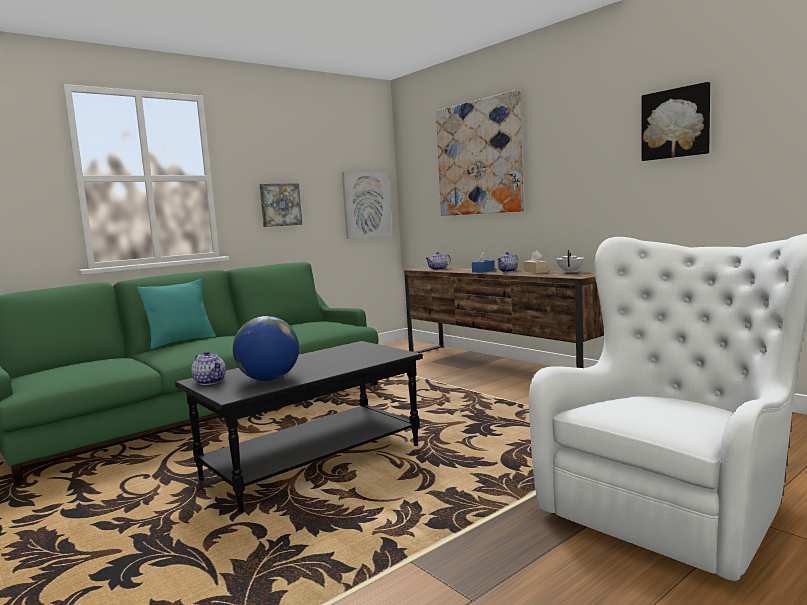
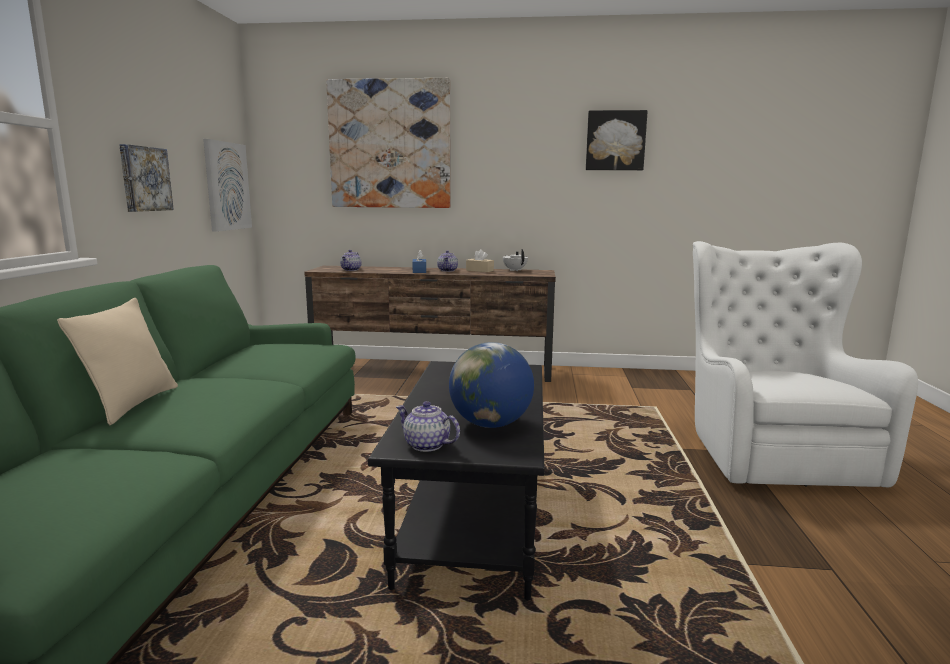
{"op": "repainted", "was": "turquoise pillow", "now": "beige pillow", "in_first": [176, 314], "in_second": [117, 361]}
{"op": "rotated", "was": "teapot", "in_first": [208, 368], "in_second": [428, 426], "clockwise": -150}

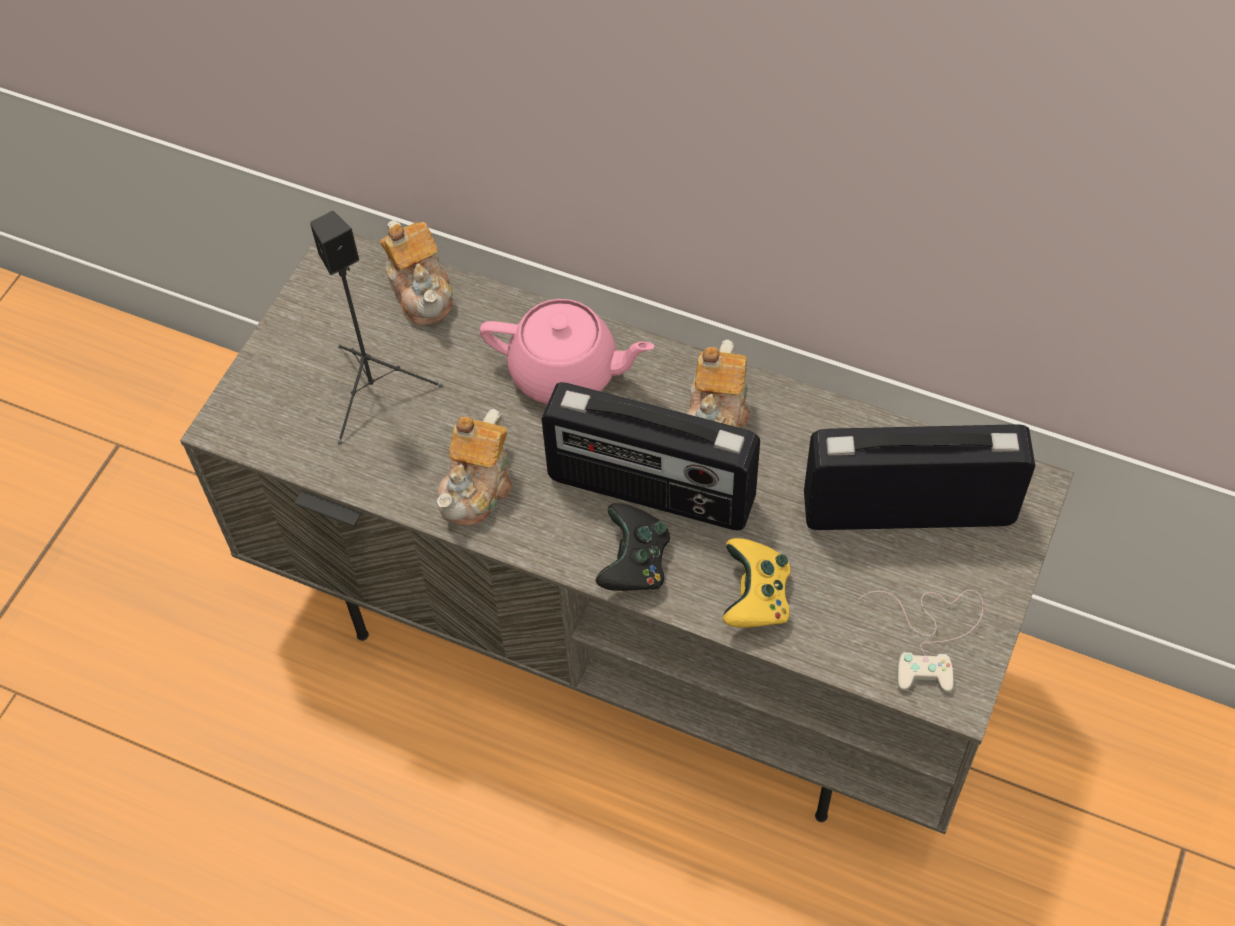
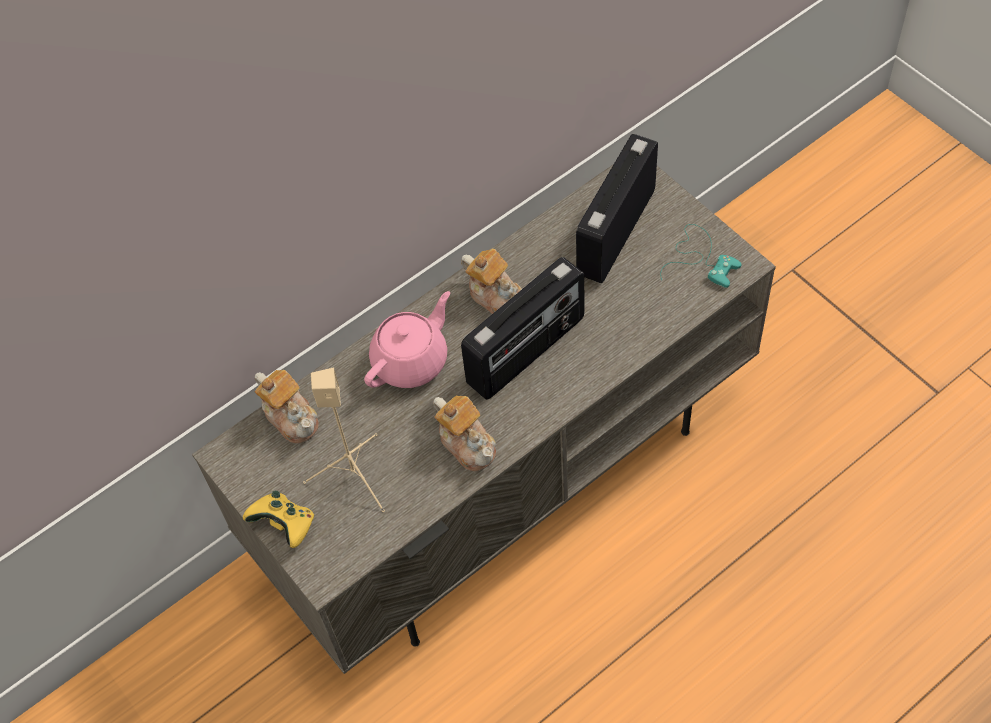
{"op": "repainted", "was": "black speaker", "now": "beige speaker", "in_first": [376, 328], "in_second": [344, 440]}
{"op": "rotated", "was": "teapot", "in_first": [416, 273], "in_second": [286, 407], "clockwise": 45}
{"op": "gone", "was": "black game controller", "in_first": [633, 547]}
{"op": "shifted", "was": "yellow game controller", "in_first": [757, 583], "in_second": [278, 519]}
{"op": "repainted", "was": "white game controller", "now": "turquoise game controller", "in_first": [920, 641], "in_second": [701, 256]}

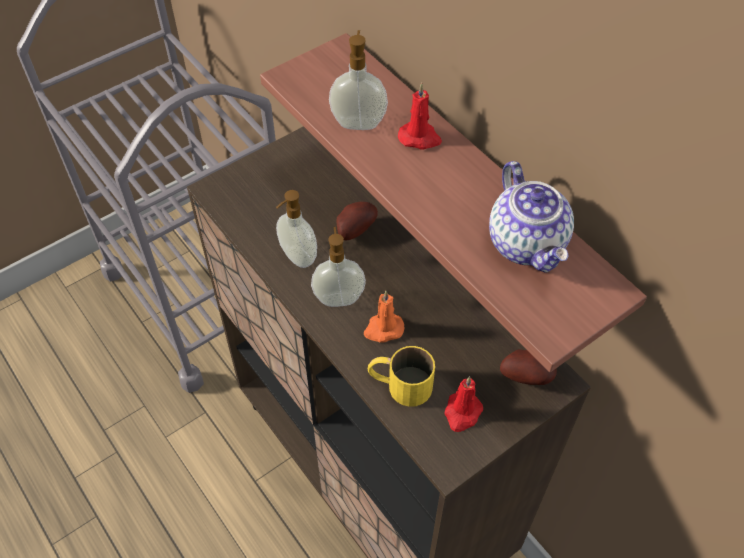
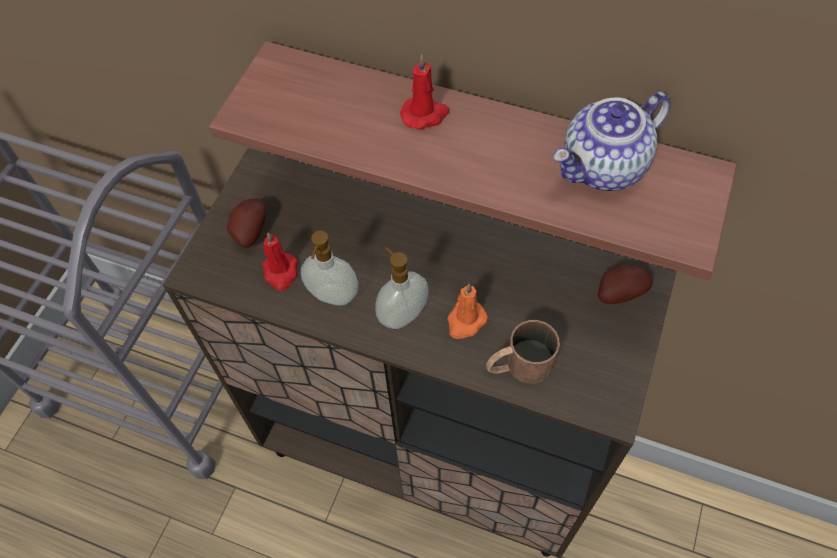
{"op": "gone", "was": "soap dispenser", "in_first": [358, 80]}
{"op": "rotated", "was": "teapot", "in_first": [531, 216], "in_second": [612, 141], "clockwise": 105}
{"op": "shifted", "was": "potato", "in_first": [357, 220], "in_second": [247, 223]}
{"op": "repainted", "was": "yellow mug", "now": "brown mug", "in_first": [401, 376], "in_second": [523, 351]}
{"op": "shifted", "was": "red candle", "in_first": [463, 404], "in_second": [280, 261]}

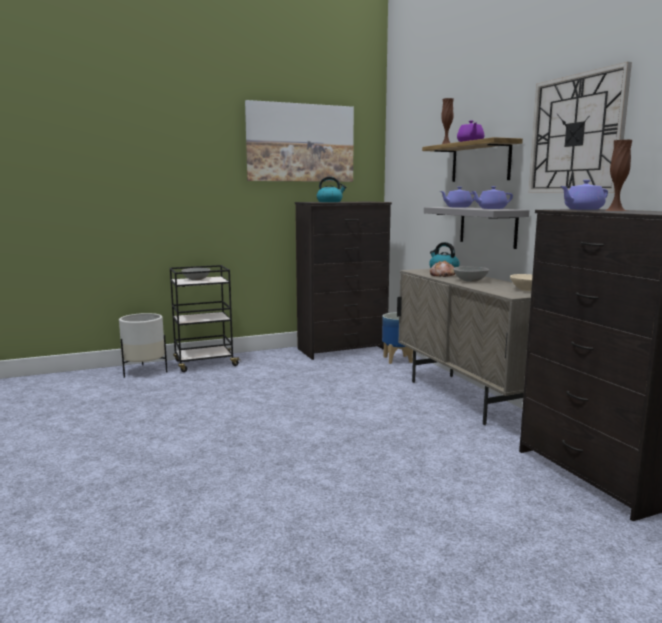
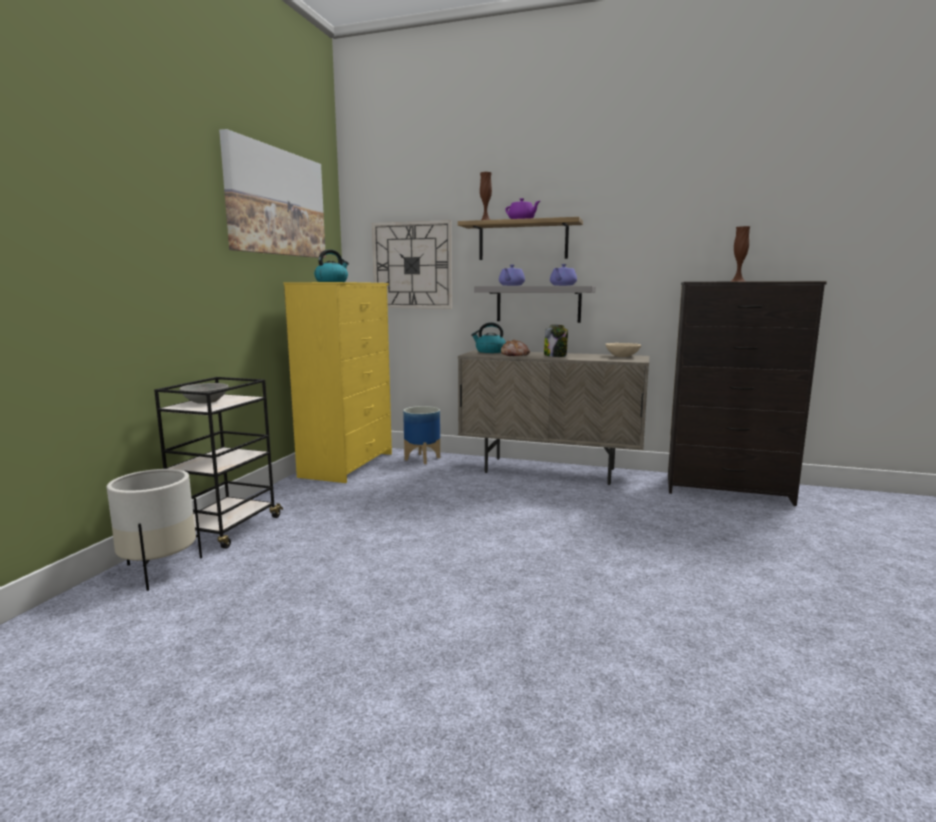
{"op": "shifted", "was": "wall clock", "in_first": [580, 127], "in_second": [412, 264]}
{"op": "gone", "was": "purple teapot", "in_first": [584, 195]}
{"op": "repainted", "was": "black dresser", "now": "yellow dresser", "in_first": [343, 281], "in_second": [337, 382]}
{"op": "swapped", "was": "grey bowl", "now": "jar", "in_first": [471, 274], "in_second": [556, 341]}

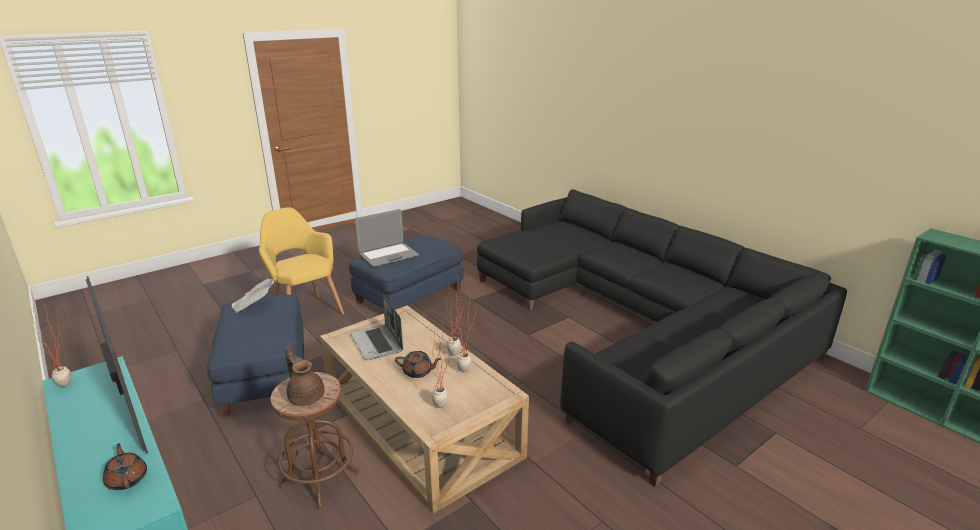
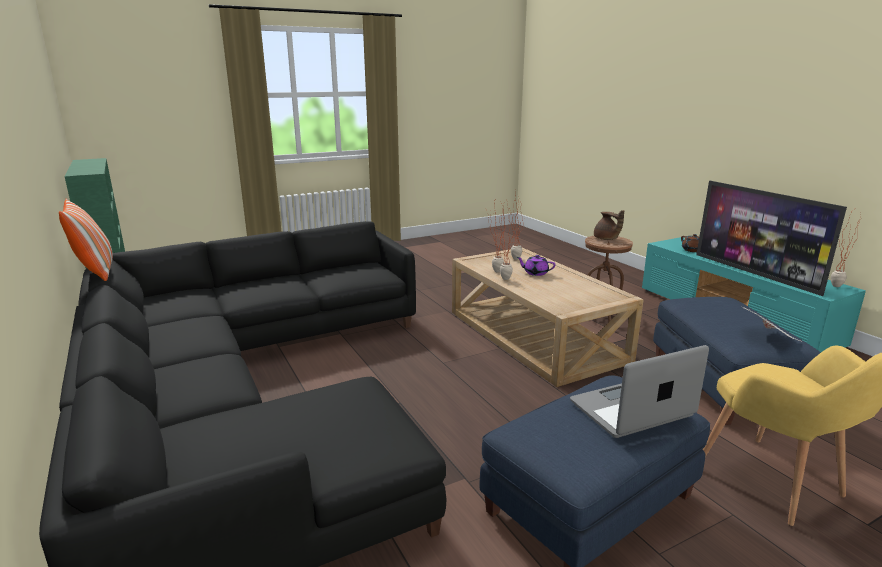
{"op": "gone", "was": "laptop", "in_first": [377, 327]}
{"op": "repainted", "was": "brown teapot", "now": "purple teapot", "in_first": [418, 364], "in_second": [536, 265]}
{"op": "new", "now": "pillow", "in_second": [86, 240]}

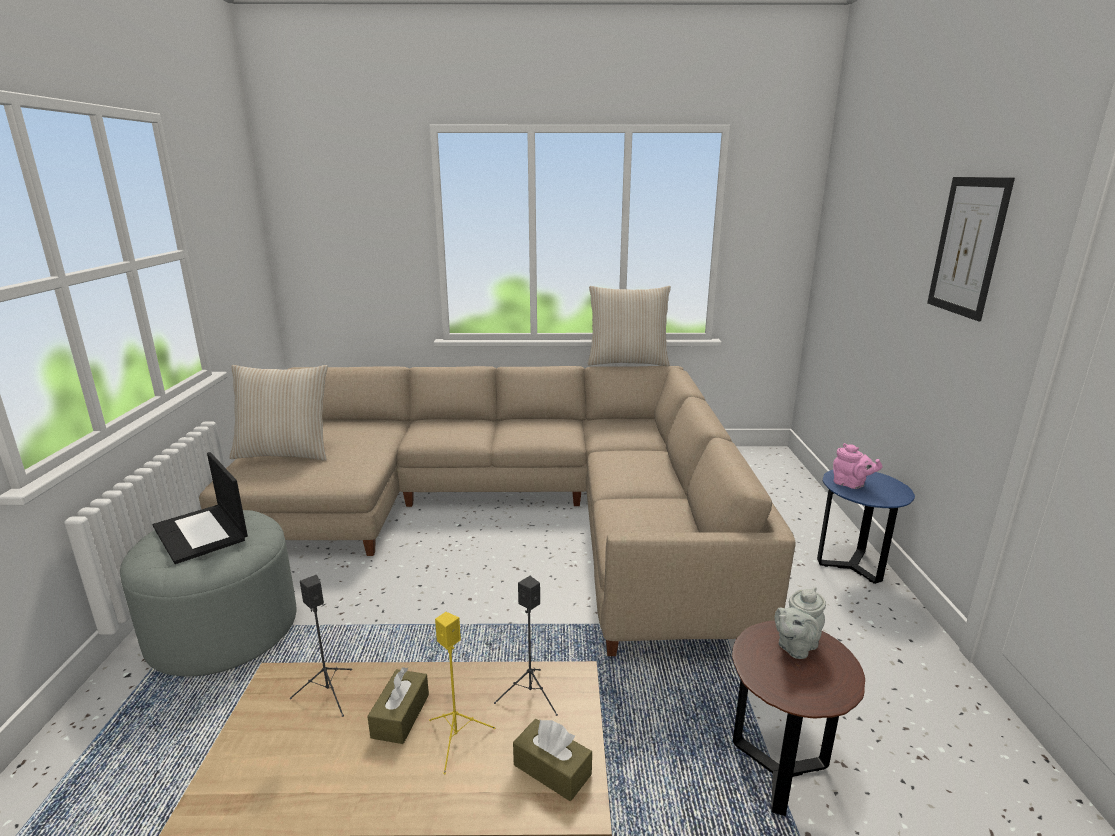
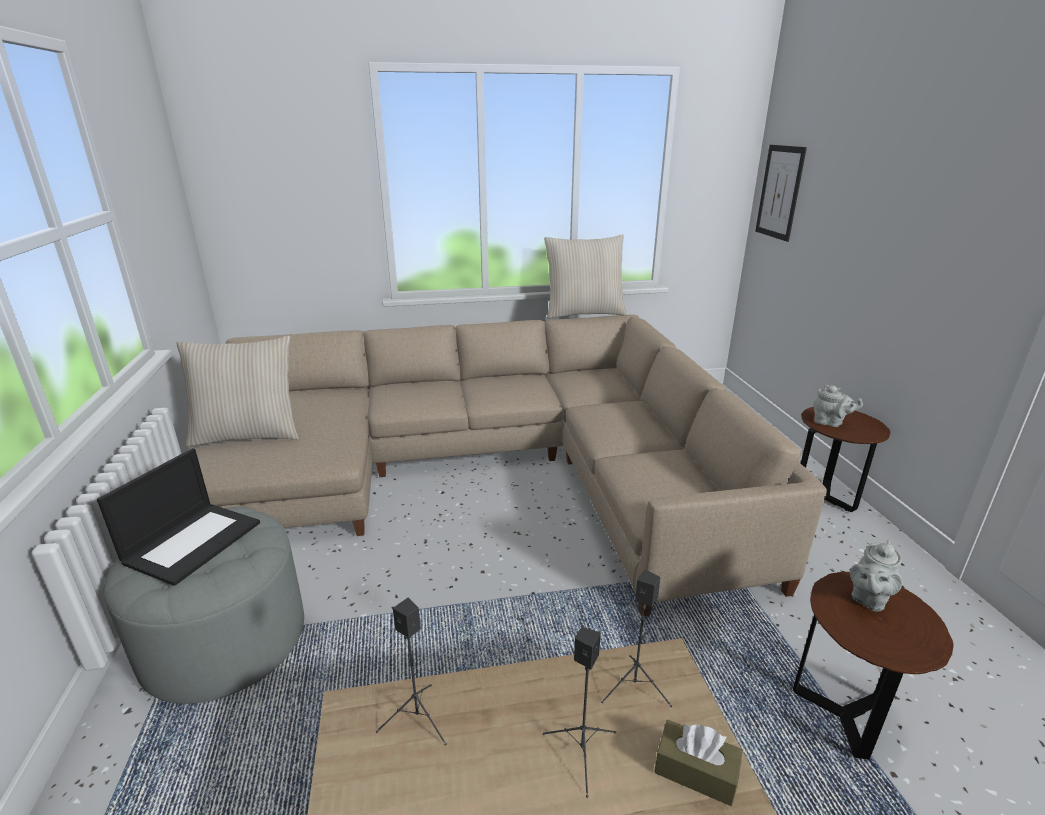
{"op": "shifted", "was": "picture", "in_first": [971, 249], "in_second": [781, 193]}
{"op": "repainted", "was": "pink teapot", "now": "grey teapot", "in_first": [857, 466], "in_second": [838, 406]}
{"op": "rotated", "was": "laptop", "in_first": [200, 508], "in_second": [178, 517], "clockwise": -105}
{"op": "repainted", "was": "blue side table", "now": "brown side table", "in_first": [866, 527], "in_second": [845, 459]}
{"op": "repainted", "was": "yellow speaker", "now": "black speaker", "in_first": [462, 693], "in_second": [579, 712]}
{"op": "gone", "was": "brown tissue box", "in_first": [398, 705]}

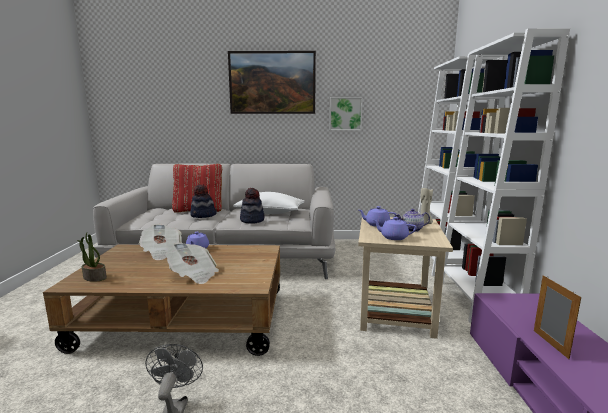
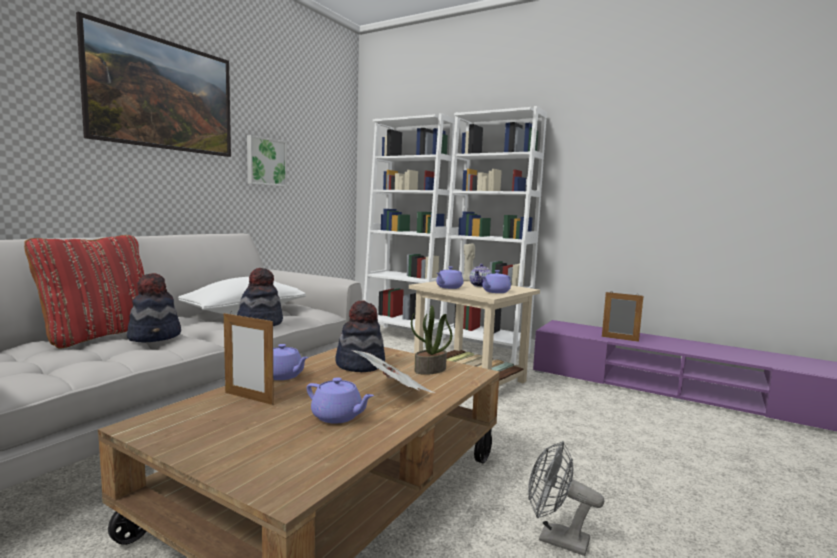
{"op": "swapped", "was": "newspaper", "now": "picture frame", "in_first": [160, 242], "in_second": [249, 358]}
{"op": "shifted", "was": "potted plant", "in_first": [92, 257], "in_second": [431, 340]}
{"op": "new", "now": "hat", "in_second": [360, 336]}
{"op": "new", "now": "purple teapot", "in_second": [340, 400]}

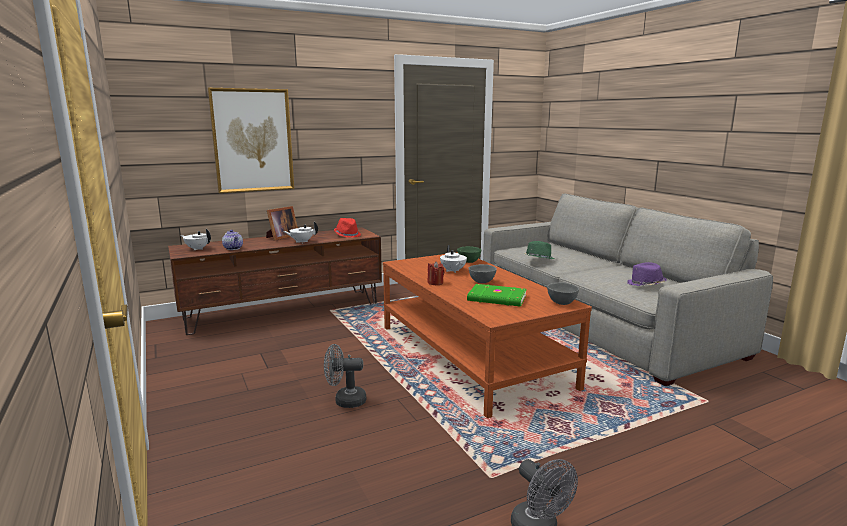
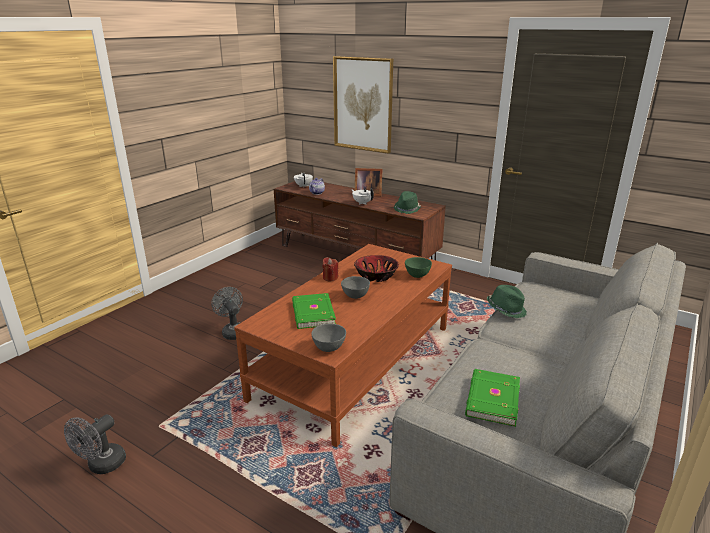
{"op": "repainted", "was": "red hat", "now": "green hat", "in_first": [347, 228], "in_second": [407, 202]}
{"op": "swapped", "was": "white teapot", "now": "bowl", "in_first": [453, 259], "in_second": [376, 268]}
{"op": "swapped", "was": "purple hat", "now": "green book", "in_first": [647, 274], "in_second": [492, 398]}

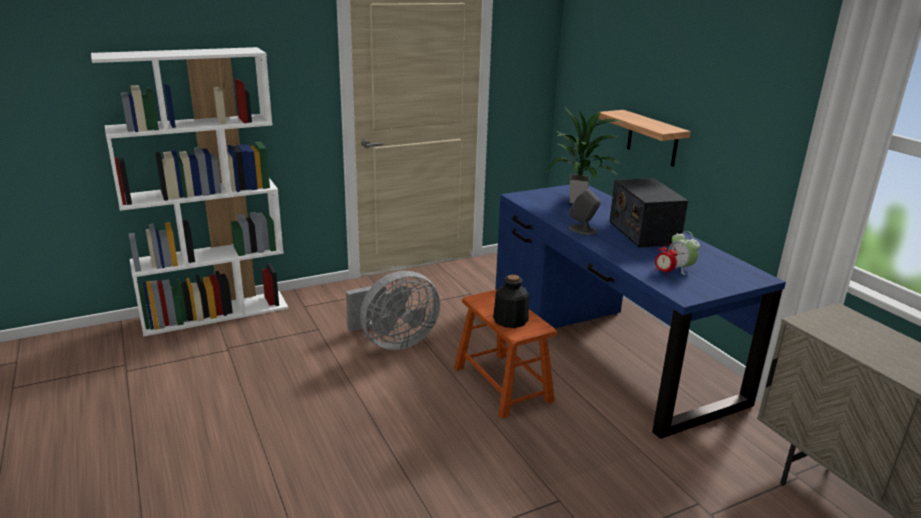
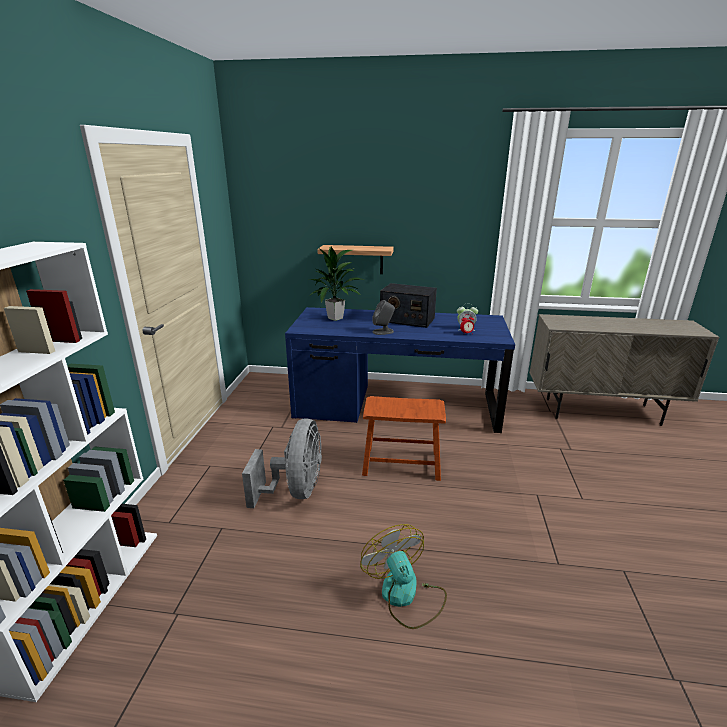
{"op": "gone", "was": "bottle", "in_first": [511, 301]}
{"op": "new", "now": "fan", "in_second": [403, 576]}

